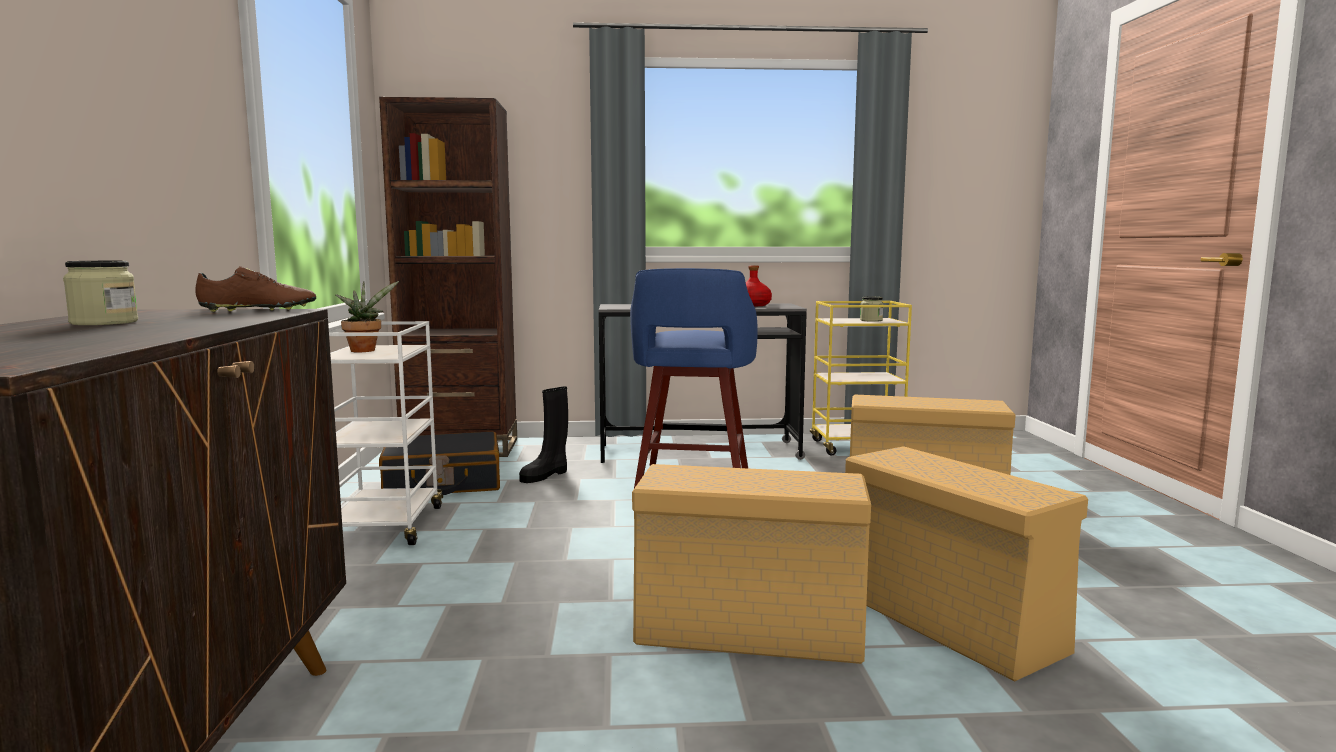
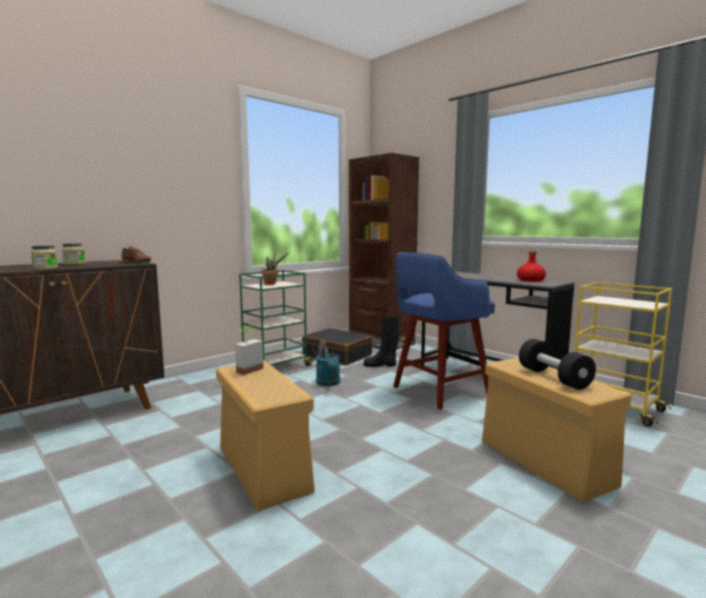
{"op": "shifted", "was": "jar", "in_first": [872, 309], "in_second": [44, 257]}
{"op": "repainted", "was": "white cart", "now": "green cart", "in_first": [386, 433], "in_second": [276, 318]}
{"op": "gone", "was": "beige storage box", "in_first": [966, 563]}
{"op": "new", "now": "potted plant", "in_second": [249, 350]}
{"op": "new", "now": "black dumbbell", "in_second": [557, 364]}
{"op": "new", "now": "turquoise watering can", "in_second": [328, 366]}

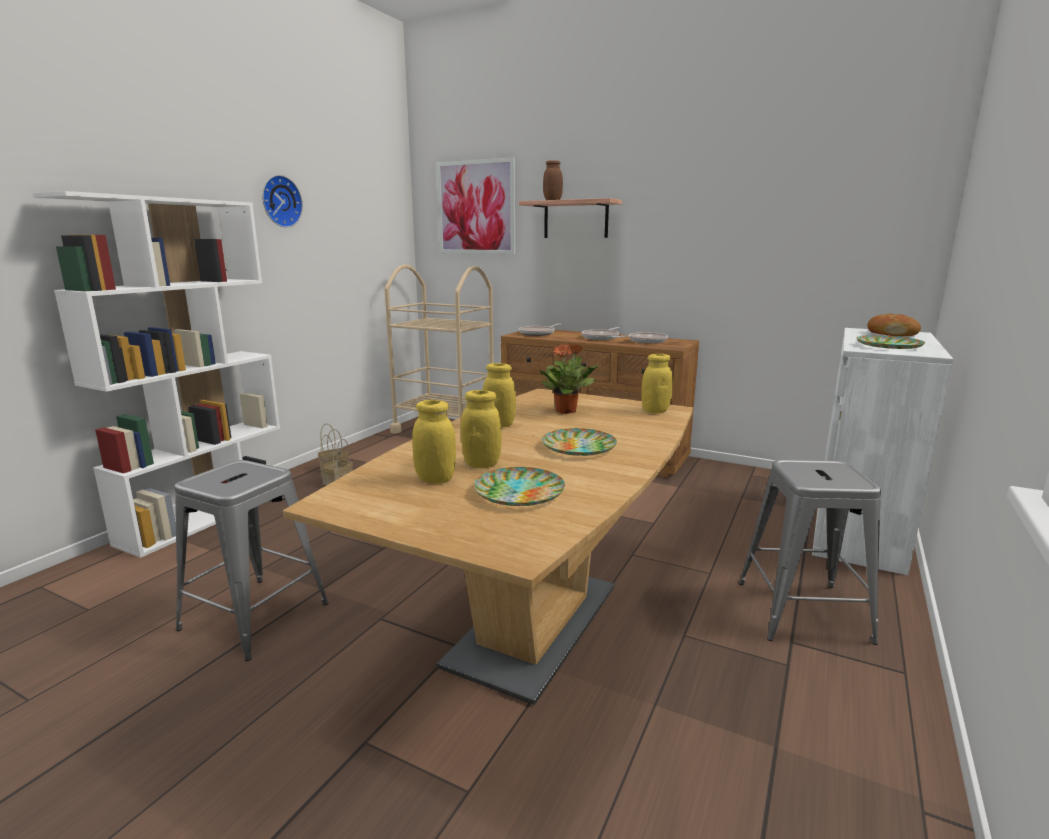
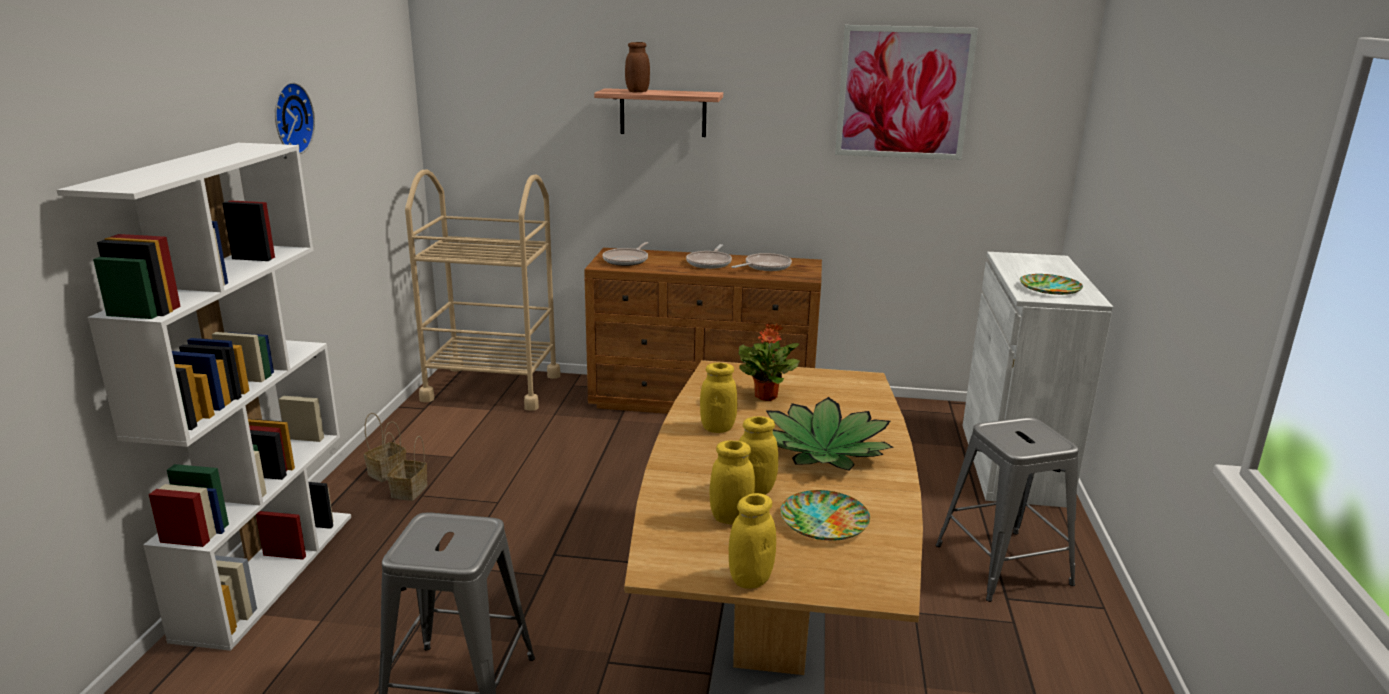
{"op": "shifted", "was": "picture", "in_first": [475, 205], "in_second": [906, 92]}
{"op": "gone", "was": "bread", "in_first": [894, 325]}
{"op": "shifted", "was": "yellow jar", "in_first": [657, 383], "in_second": [752, 541]}
{"op": "swapped", "was": "plate", "now": "potted plant", "in_first": [579, 442], "in_second": [829, 434]}

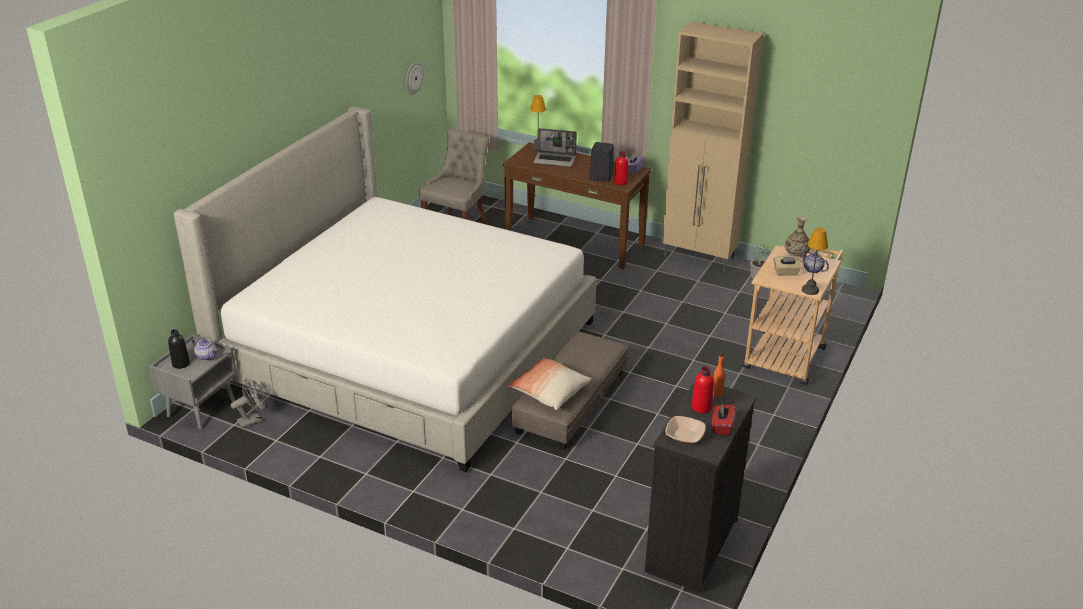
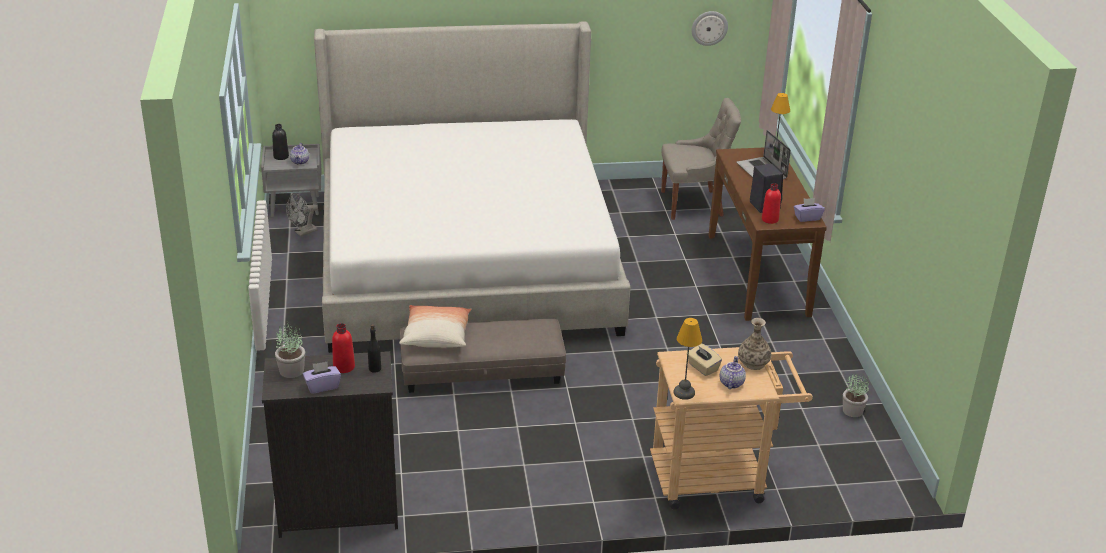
{"op": "gone", "was": "beige cabinet", "in_first": [713, 146]}
{"op": "repainted", "was": "orange bottle", "now": "black bottle", "in_first": [719, 374], "in_second": [374, 348]}
{"op": "rotated", "was": "grey fan", "in_first": [248, 403], "in_second": [302, 215], "clockwise": 120}
{"op": "repainted", "was": "red tissue box", "now": "purple tissue box", "in_first": [723, 419], "in_second": [322, 377]}
{"op": "swapped", "was": "bowl", "now": "potted plant", "in_first": [685, 429], "in_second": [290, 349]}

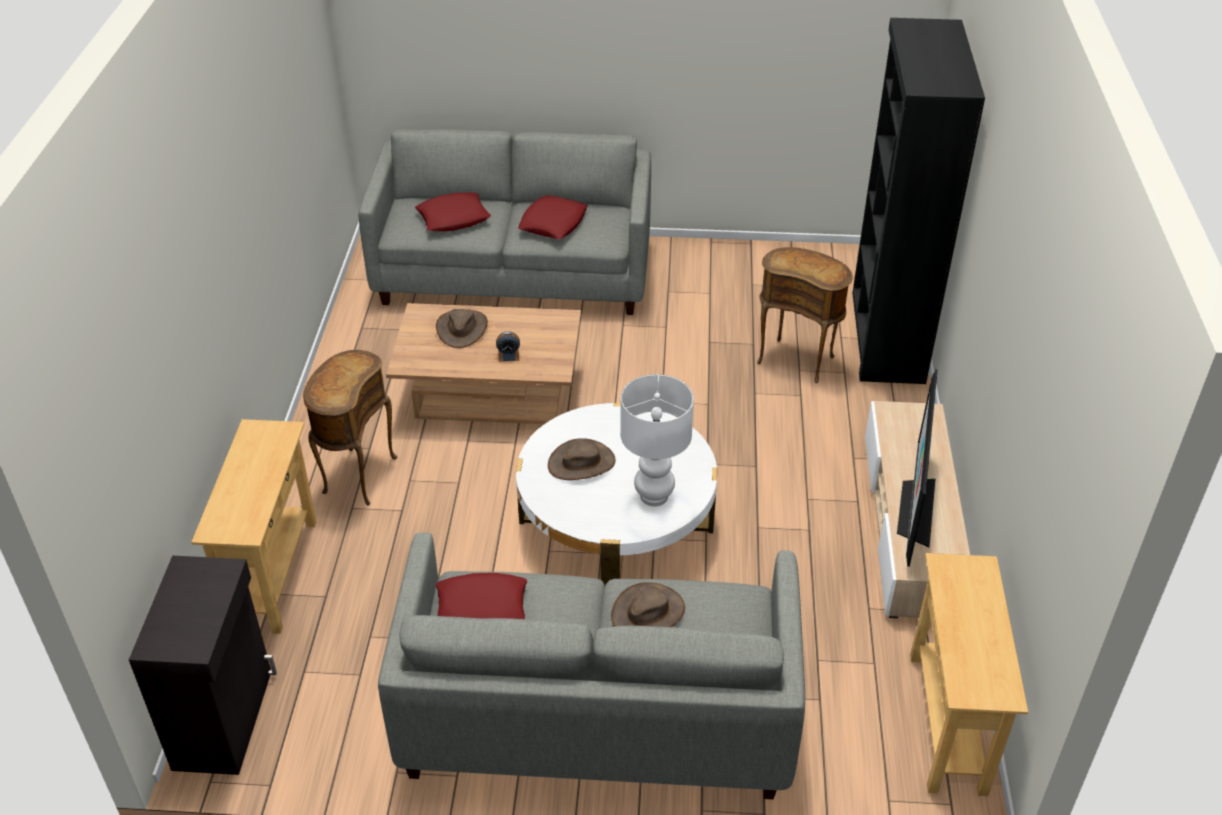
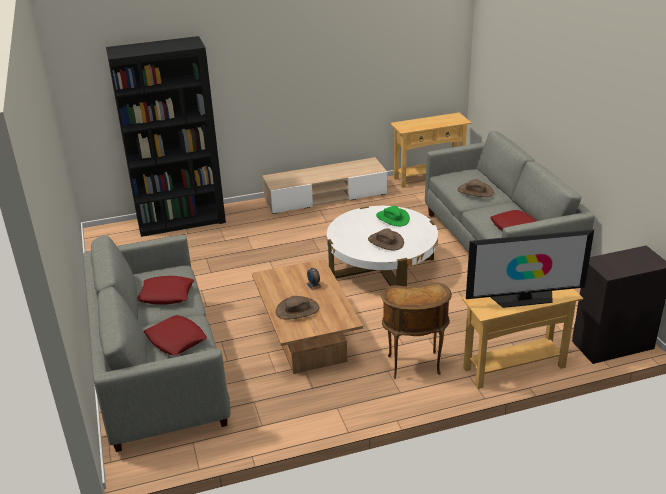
{"op": "gone", "was": "brown side table", "in_first": [805, 315]}
{"op": "shifted", "was": "television", "in_first": [917, 468], "in_second": [530, 268]}
{"op": "swapped", "was": "white table lamp", "now": "green hat", "in_first": [657, 440], "in_second": [393, 216]}

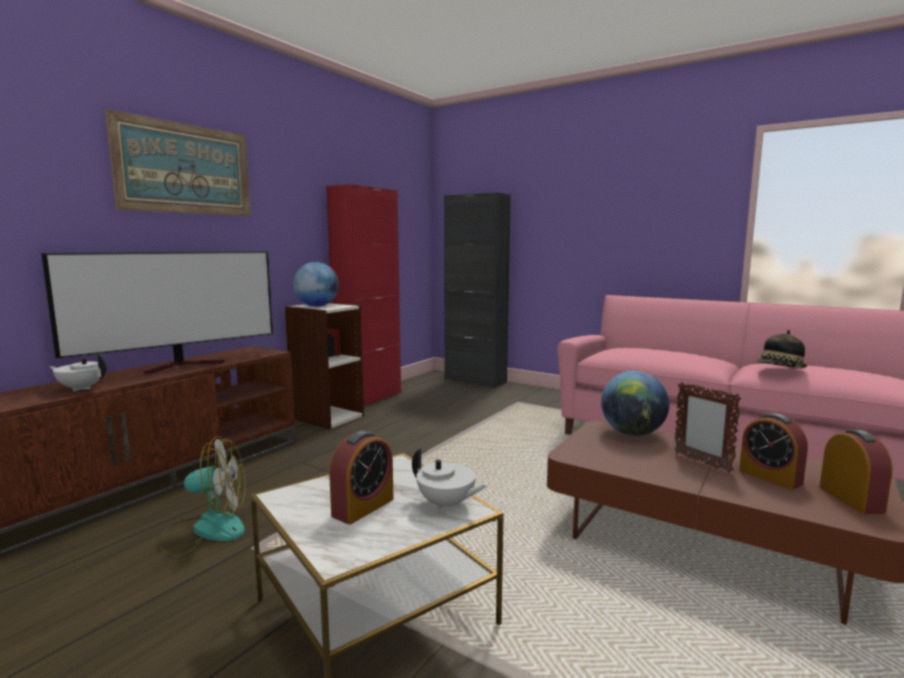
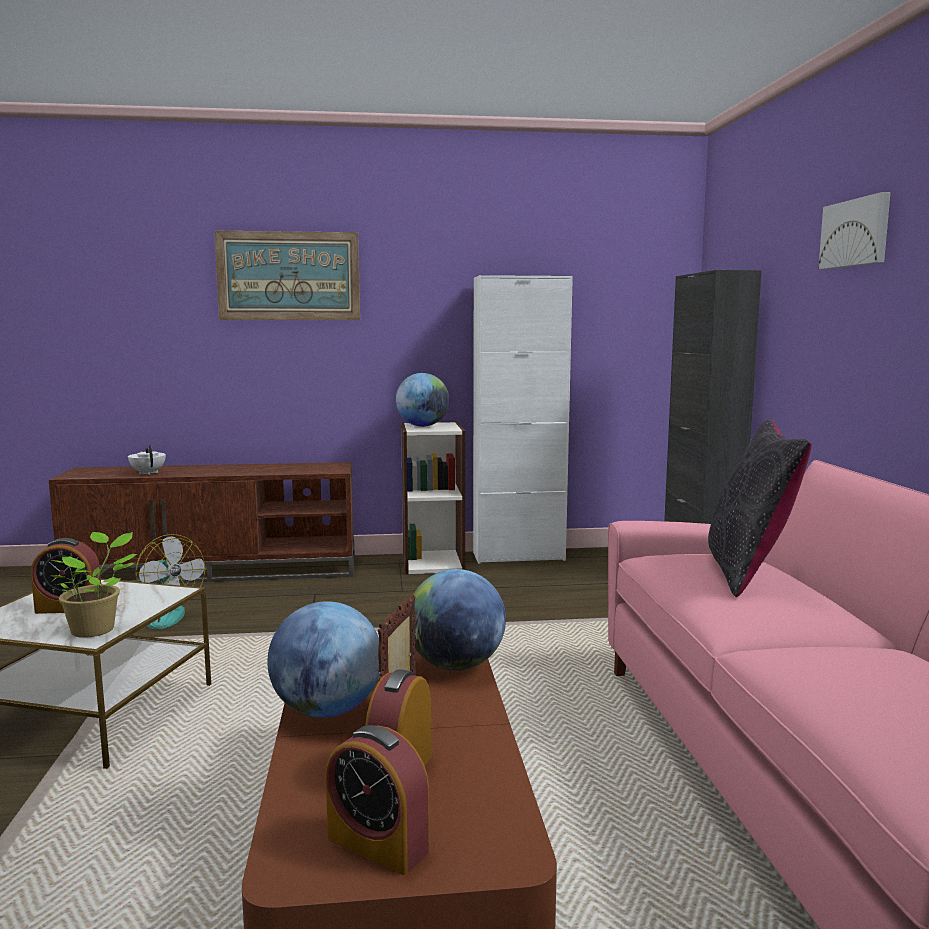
{"op": "repainted", "was": "red cabinet", "now": "white cabinet", "in_first": [363, 295], "in_second": [523, 419]}
{"op": "gone", "was": "television", "in_first": [157, 312]}
{"op": "gone", "was": "hat", "in_first": [781, 349]}
{"op": "rotated", "was": "alarm clock", "in_first": [856, 472], "in_second": [378, 800], "clockwise": 75}
{"op": "swapped", "was": "white teapot", "now": "potted plant", "in_first": [449, 480], "in_second": [93, 585]}
{"op": "new", "now": "picture", "in_second": [854, 230]}
{"op": "new", "now": "black pillow", "in_second": [760, 508]}
{"op": "new", "now": "globe", "in_second": [323, 659]}

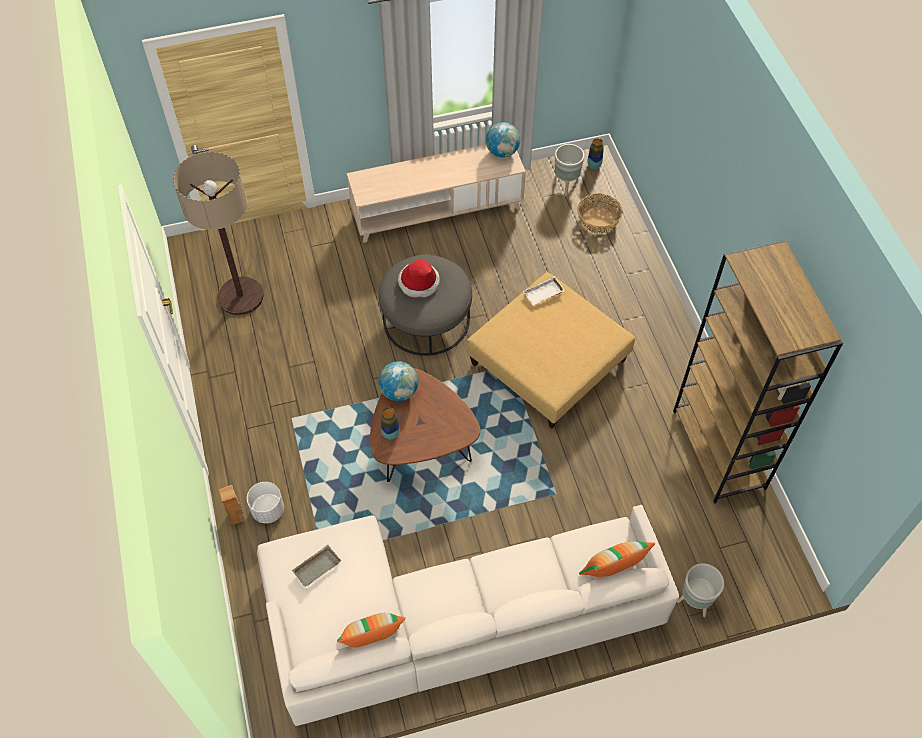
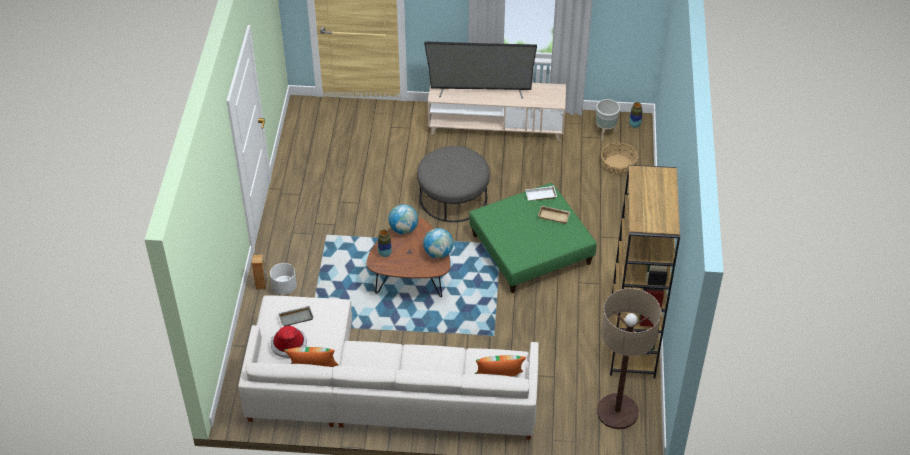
{"op": "shifted", "was": "globe", "in_first": [503, 140], "in_second": [438, 243]}
{"op": "shifted", "was": "floor lamp", "in_first": [218, 233], "in_second": [629, 358]}
{"op": "shifted", "was": "hat", "in_first": [419, 278], "in_second": [289, 342]}
{"op": "repainted", "was": "beige ottoman", "now": "green ottoman", "in_first": [551, 350], "in_second": [533, 238]}
{"op": "gone", "was": "grey planter", "in_first": [700, 590]}
{"op": "new", "now": "television", "in_second": [480, 69]}
{"op": "new", "now": "beige tray", "in_second": [554, 215]}

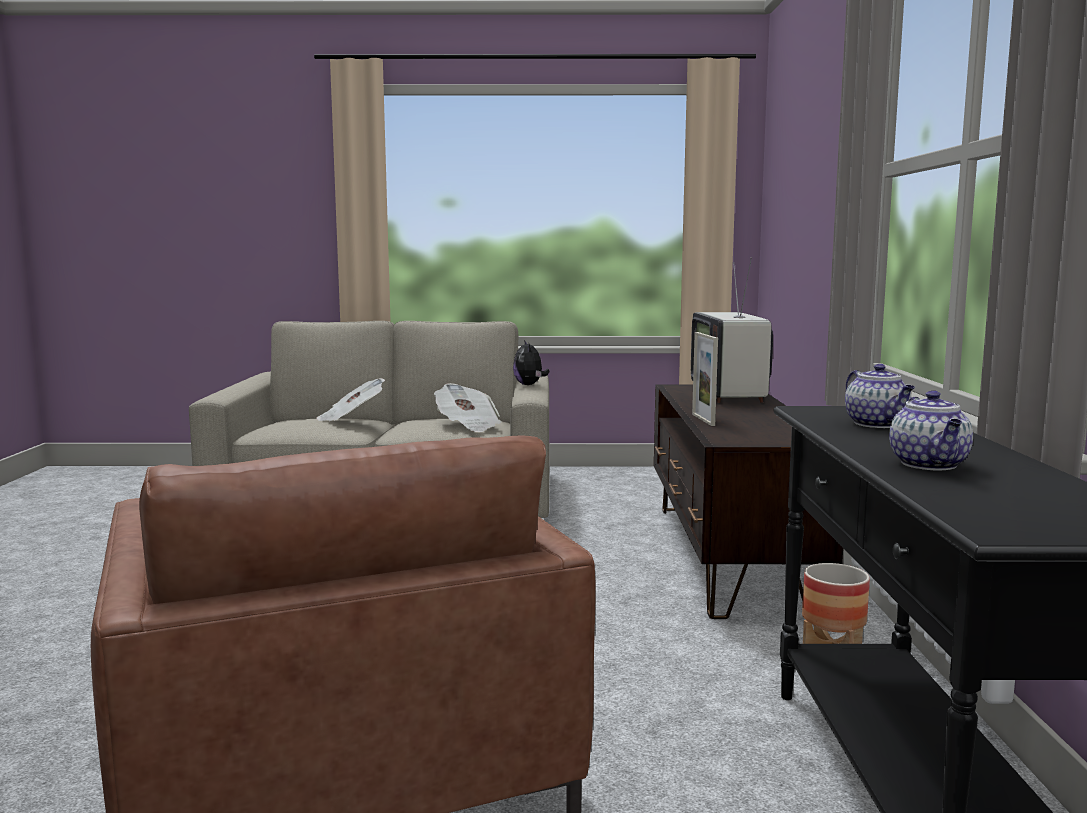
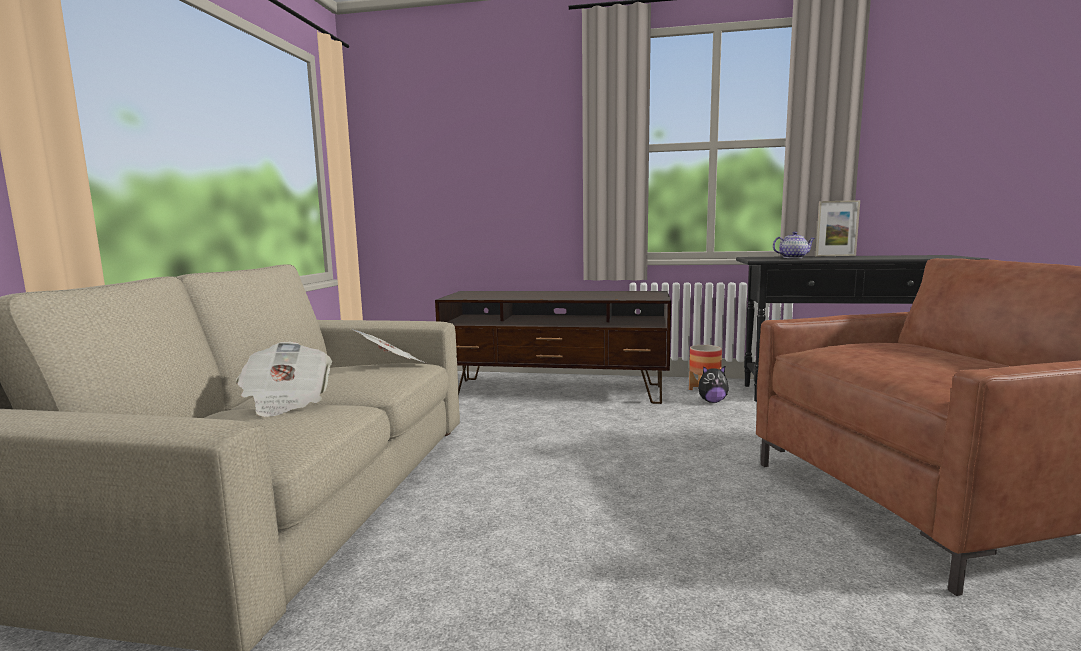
{"op": "gone", "was": "television", "in_first": [732, 330]}
{"op": "shifted", "was": "picture frame", "in_first": [705, 379], "in_second": [837, 228]}
{"op": "shifted", "was": "plush toy", "in_first": [531, 362], "in_second": [713, 384]}
{"op": "gone", "was": "teapot", "in_first": [931, 430]}

